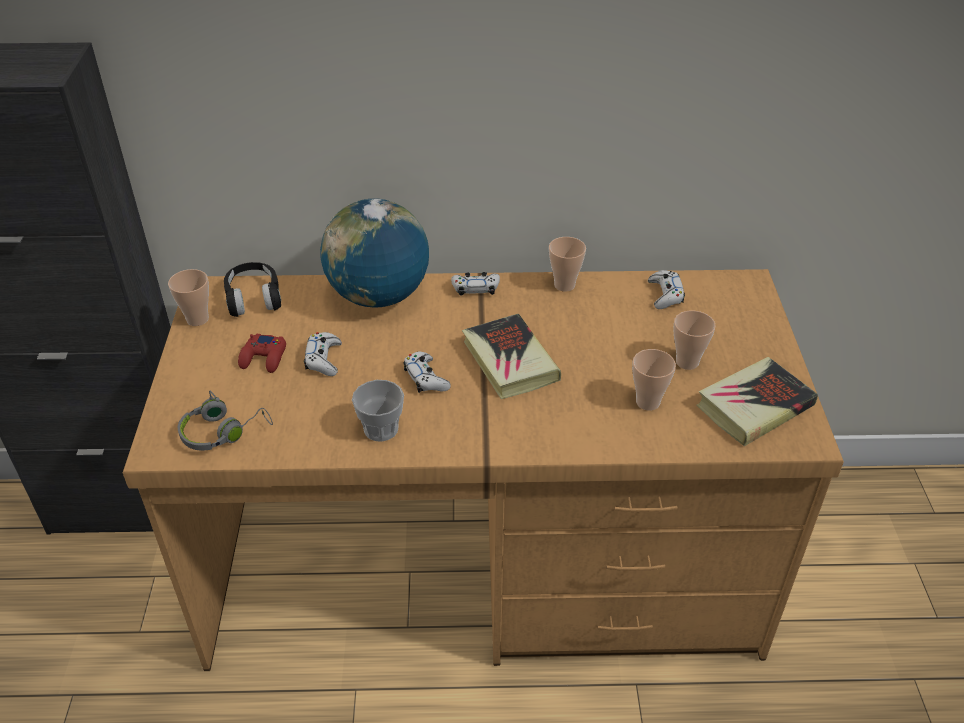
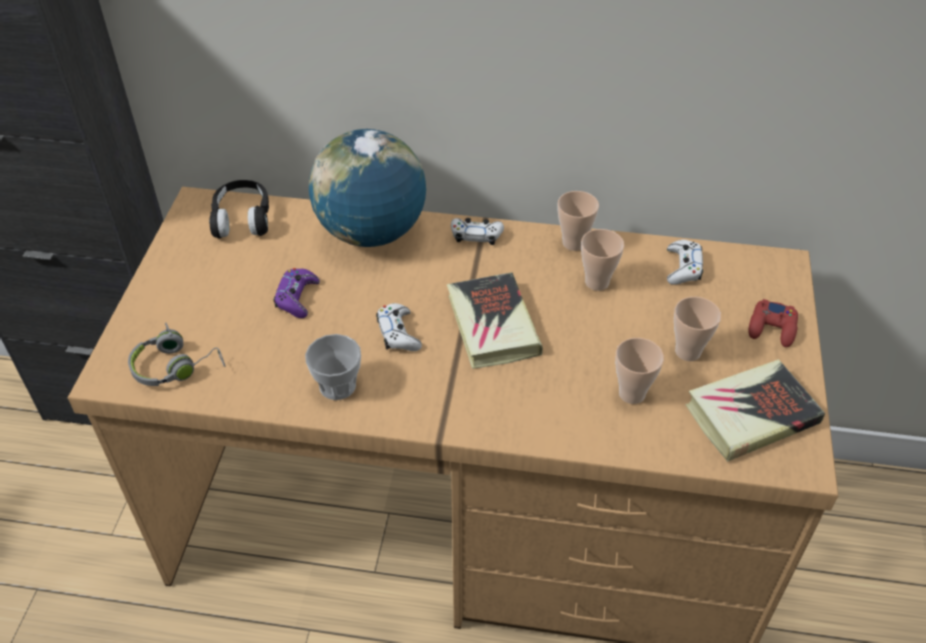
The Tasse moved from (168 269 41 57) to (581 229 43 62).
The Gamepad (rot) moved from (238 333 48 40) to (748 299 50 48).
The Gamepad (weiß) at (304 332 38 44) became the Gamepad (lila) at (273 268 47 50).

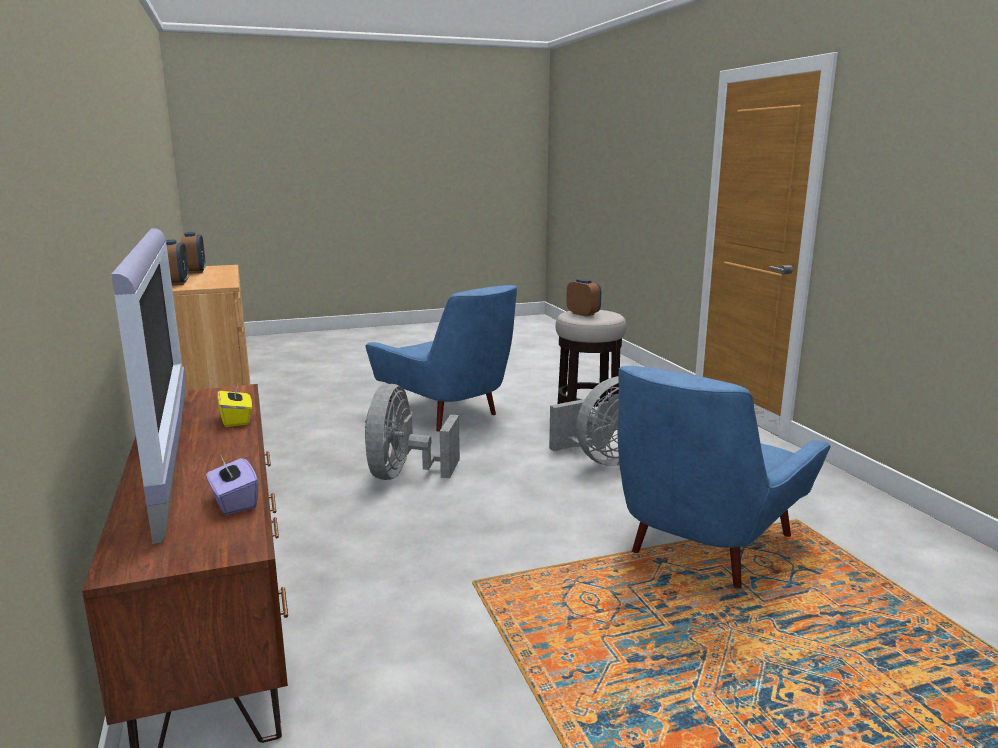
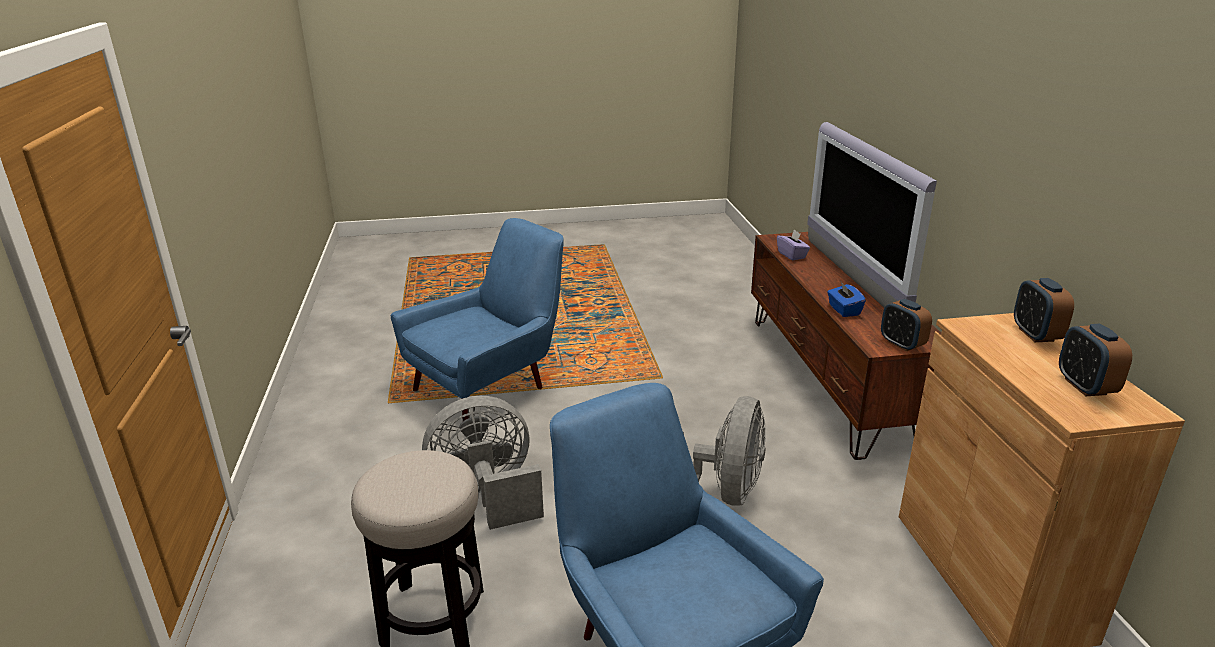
The Taschentuchbox (gelb) at (217 381 35 46) became the Taschentuchbox (blau) at (827 282 39 35).
The Wecker moved from (566 279 35 37) to (881 299 51 52).

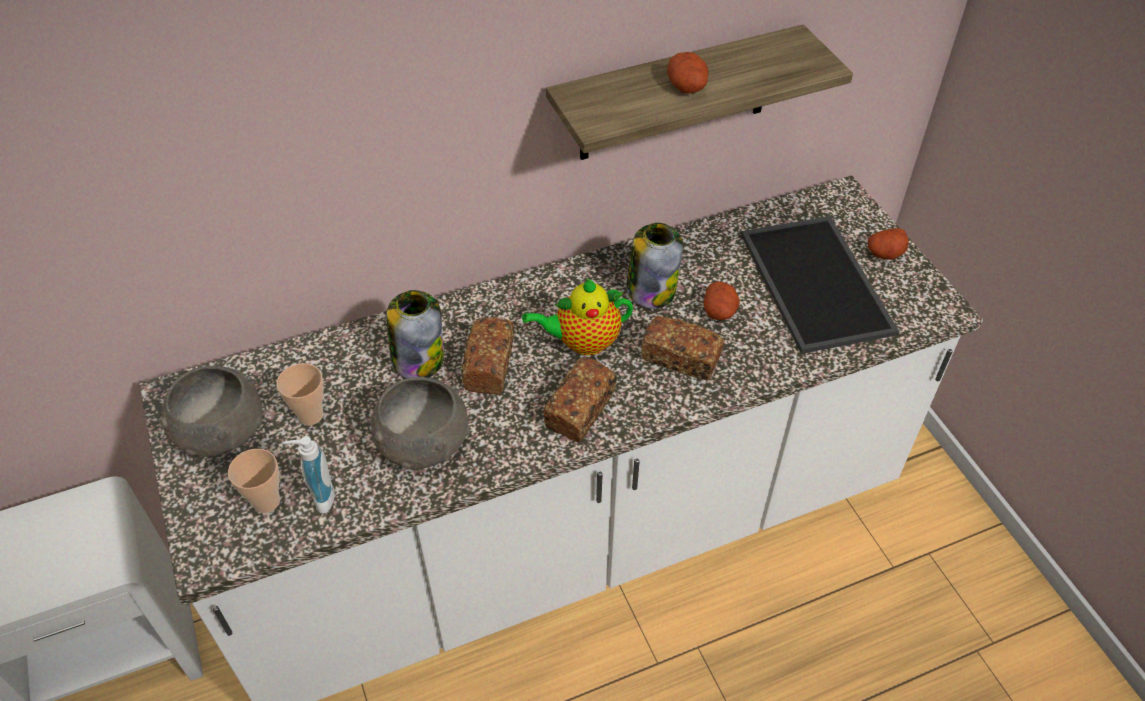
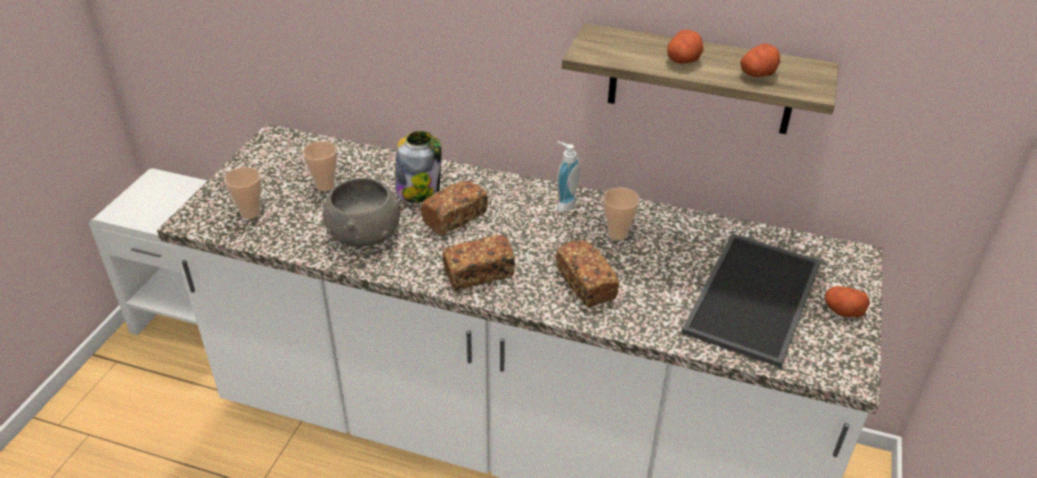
The Schüssel (grau) at (160 366 103 91) disappeared.
The Seifenspender moved from (283 436 52 78) to (557 141 23 72).
The Teekanne at (522 279 111 76) disappeared.
The Vorratsglas at (626 223 57 85) was replaced by the Tasse at (603 188 37 52).
The Kartoffel moved from (704 281 35 39) to (740 43 40 34).

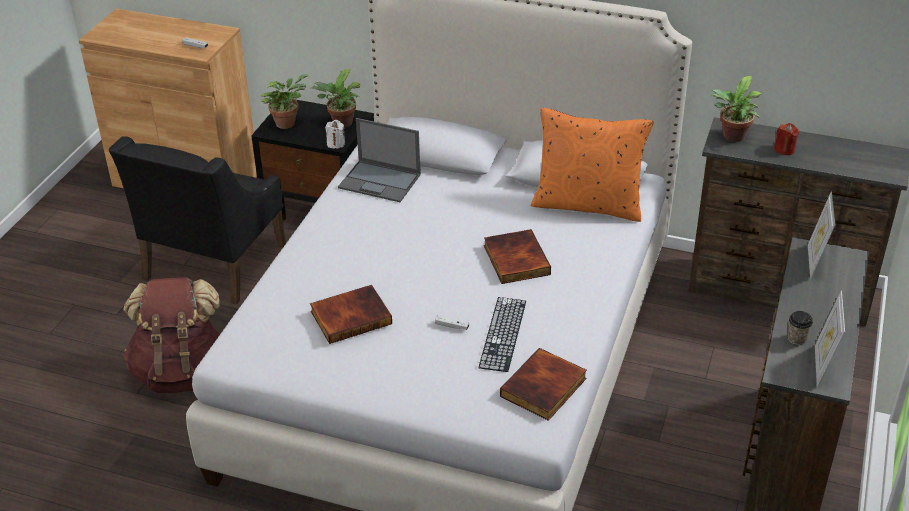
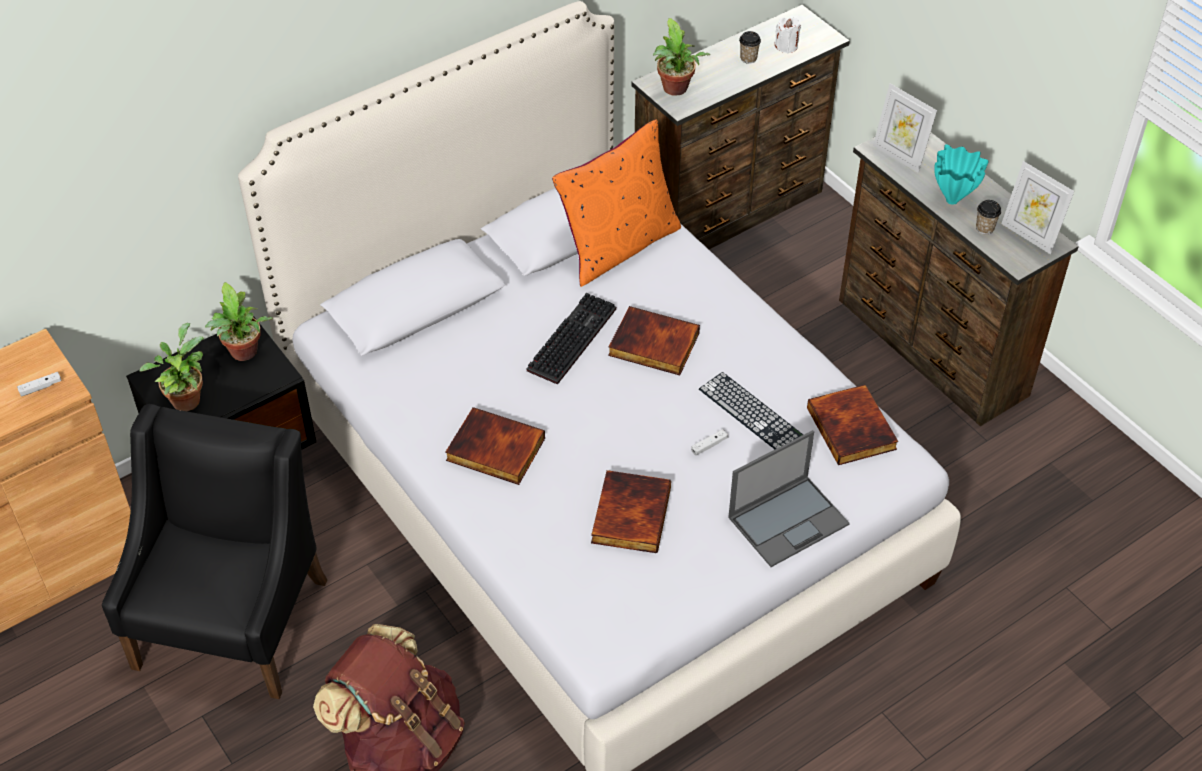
The Sessel (schwarz) at (109 136 177 169) turned 135 degrees counterclockwise.
The Kerze (weiß) moved from (325 120 20 29) to (774 18 27 35).
The Laptop moved from (338 118 83 84) to (728 430 122 137).
The Kerze (rot) at (774 123 25 32) disappeared.
The Buch at (445 407 100 78) appeared.
The Tastatur at (527 292 89 93) appeared.
The Tasse at (739 31 22 33) appeared.
The Vase (türkis) at (934 144 55 61) appeared.

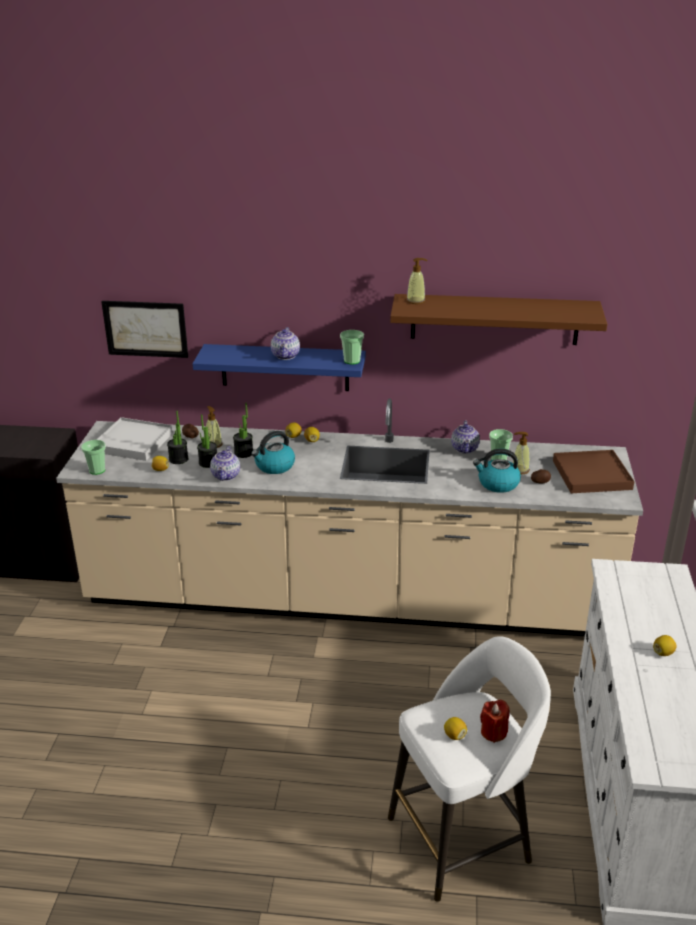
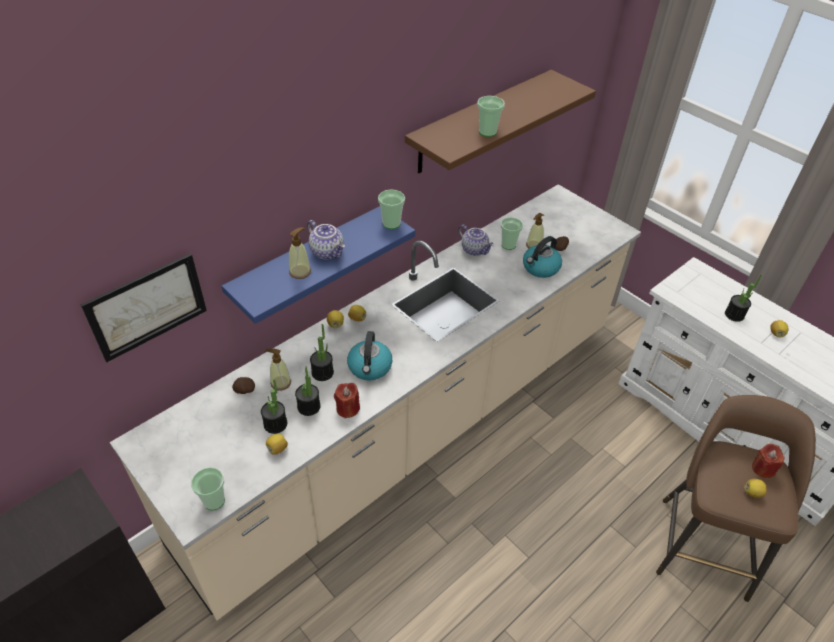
The Tablett (weiß) at (97 417 76 44) disappeared.
The Teekanne at (210 446 30 35) was replaced by the Kerze (rot) at (334 383 26 36).
The Hocker (weiß) at (388 636 163 266) became the Hocker (braun) at (656 395 160 207).
The Seifenspender moved from (407 258 20 46) to (289 227 22 52).
The Tablett (braun) at (553 450 82 43) disappeared.
The Tasse at (477 96 28 41) appeared.
The Topfpflanze at (725 274 37 48) appeared.

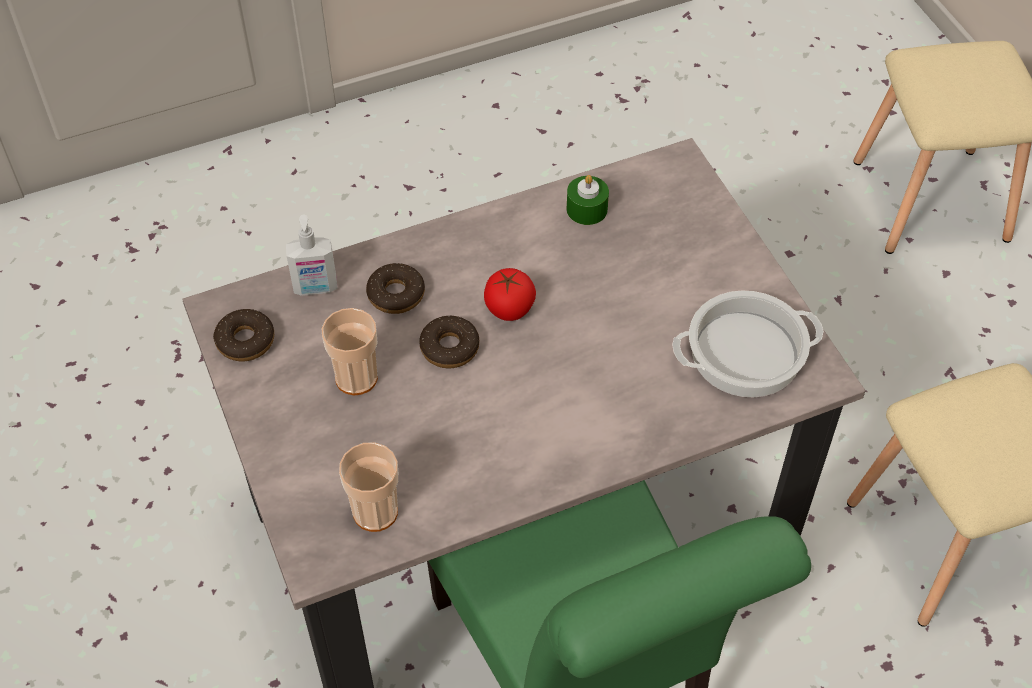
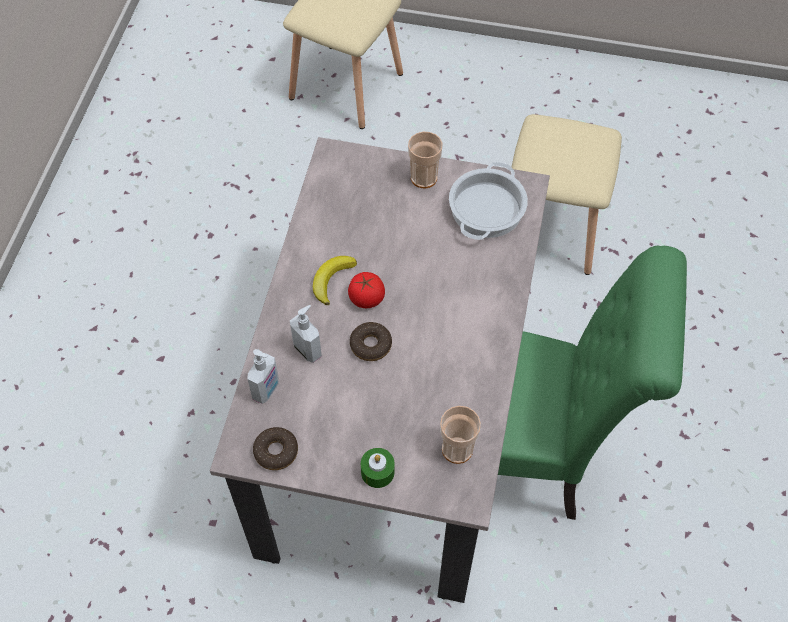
The Tasse moved from (321 308 57 87) to (408 131 35 58).
The Donut at (366 263 59 51) was replaced by the Seifenspender at (290 305 32 58).
The Kerze (grün) moved from (567 175 42 50) to (361 448 34 40).
The Banane at (313 256 44 49) appeared.

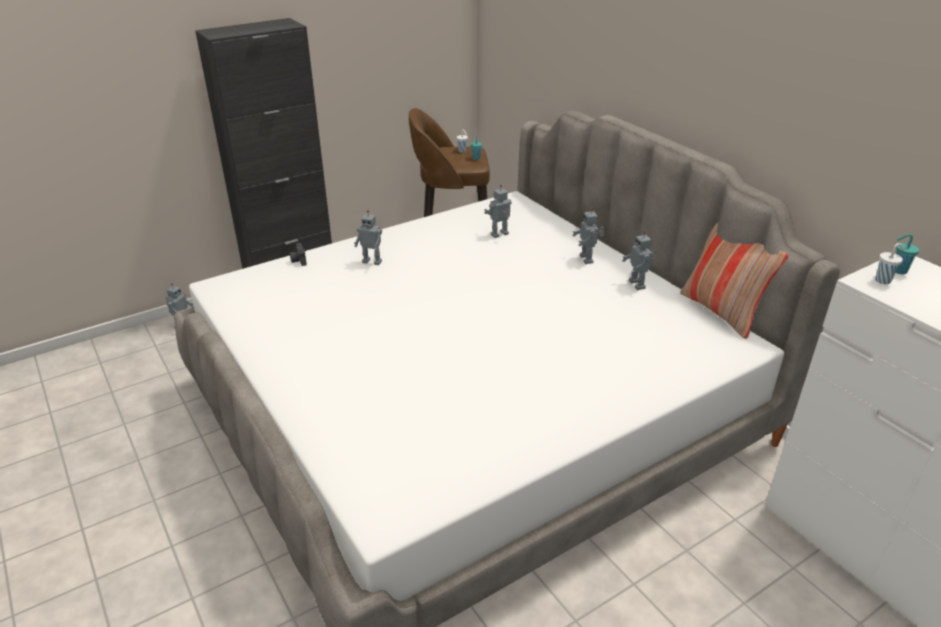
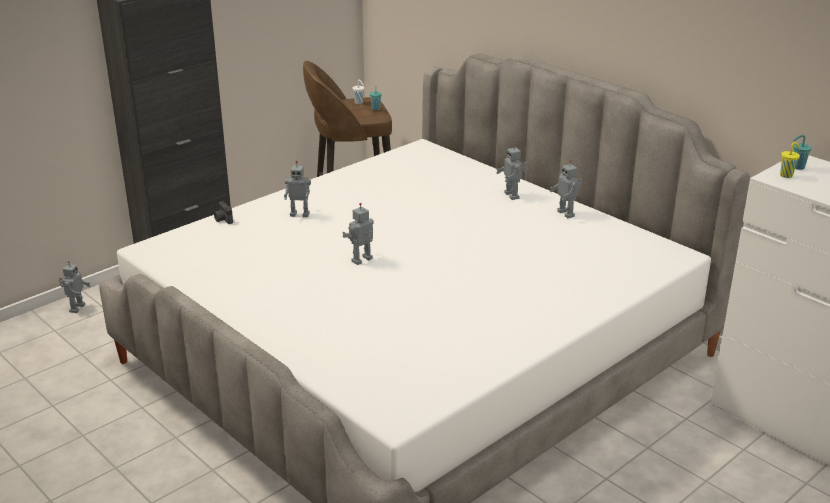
The Spielzeugroboter moved from (484 185 28 53) to (342 203 32 62).
The Kissen at (680 223 109 116) disappeared.
The Tasse (weiß) at (875 243 30 41) became the Tasse (gelb) at (780 142 20 36).

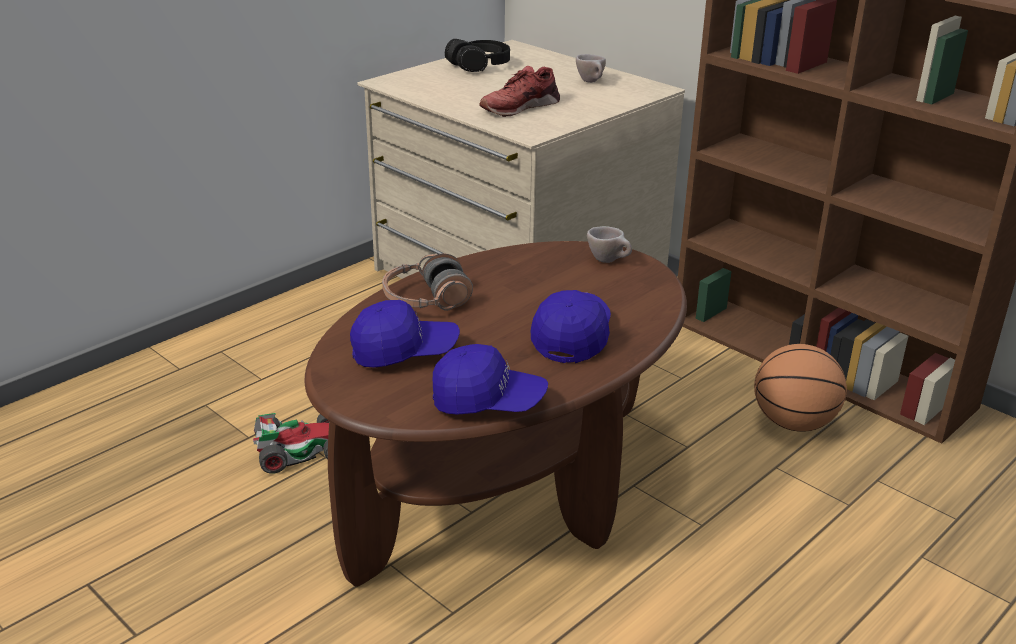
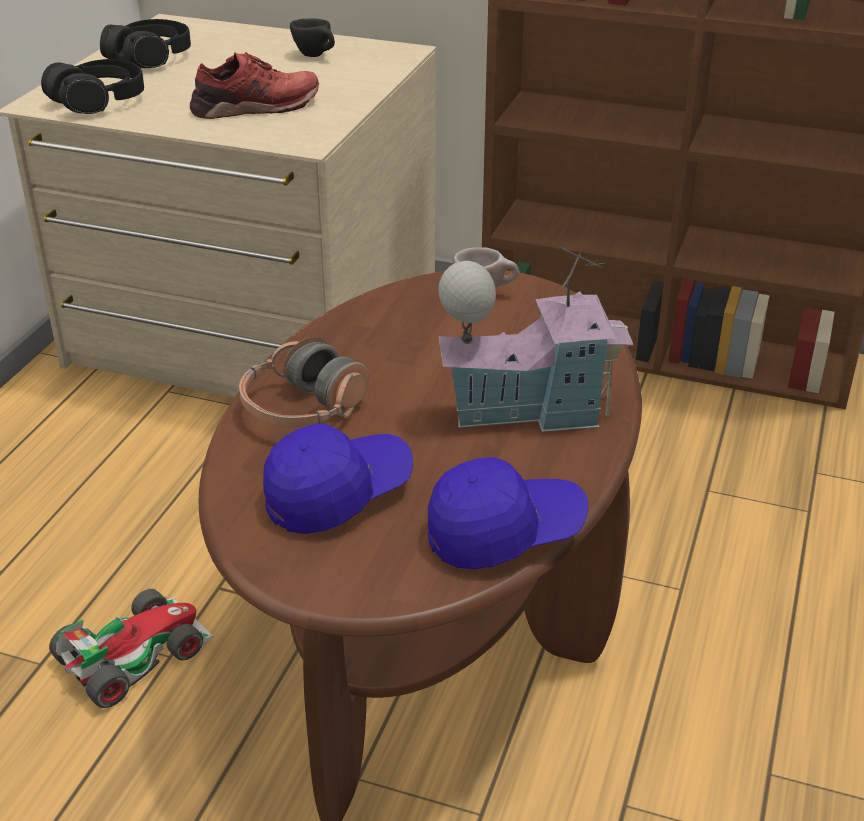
The Schuh (rot) at (479 66 81 51) turned 135 degrees counterclockwise.
The Kappe (blau) at (531 290 80 73) was replaced by the Spielzeughaus at (438 247 195 185).
The Tasse (beige) at (576 54 30 29) became the Tasse (schwarz) at (290 18 45 39).
The Basketball at (754 344 93 88) disappeared.
The Kopfhörer (schwarz) at (41 59 103 55) appeared.

